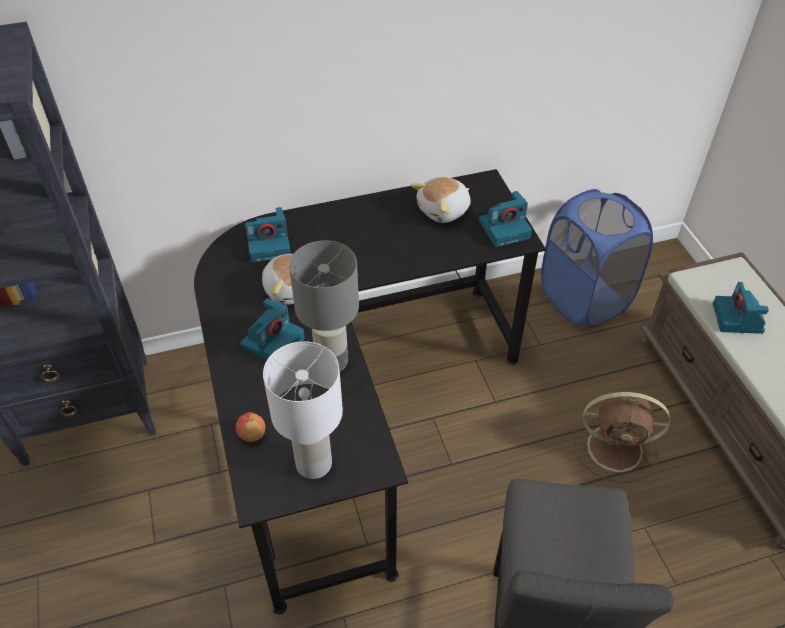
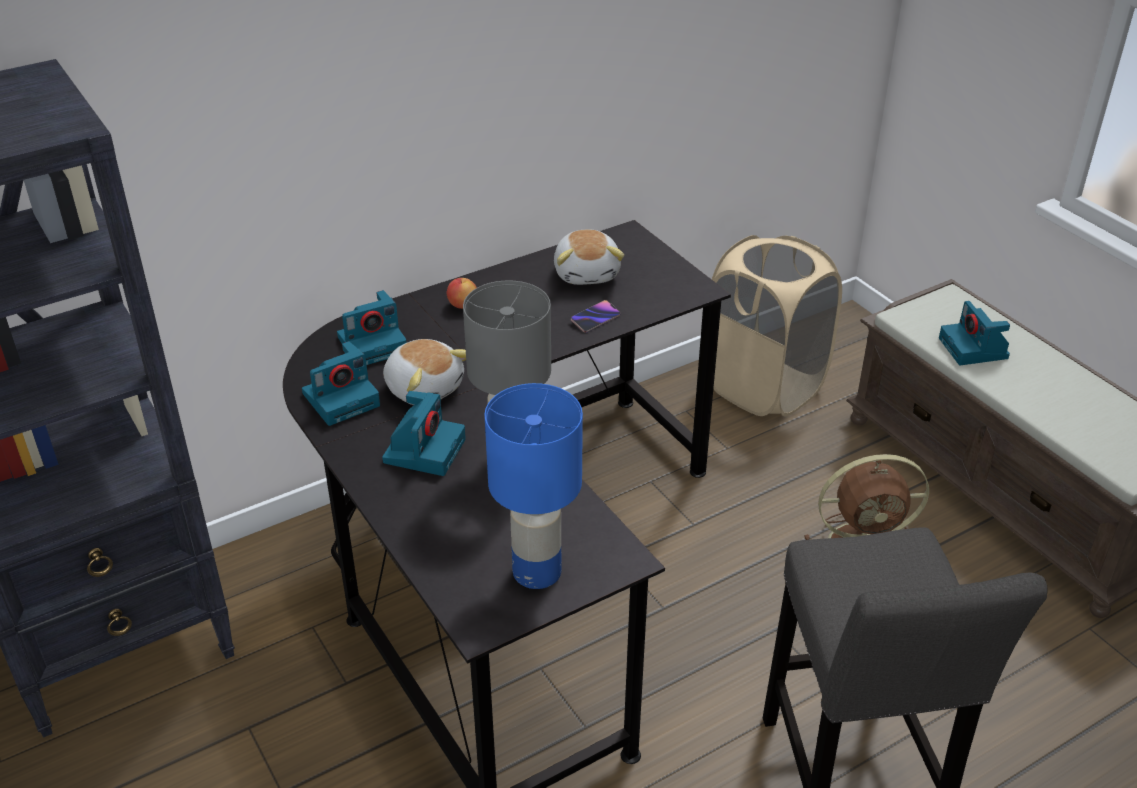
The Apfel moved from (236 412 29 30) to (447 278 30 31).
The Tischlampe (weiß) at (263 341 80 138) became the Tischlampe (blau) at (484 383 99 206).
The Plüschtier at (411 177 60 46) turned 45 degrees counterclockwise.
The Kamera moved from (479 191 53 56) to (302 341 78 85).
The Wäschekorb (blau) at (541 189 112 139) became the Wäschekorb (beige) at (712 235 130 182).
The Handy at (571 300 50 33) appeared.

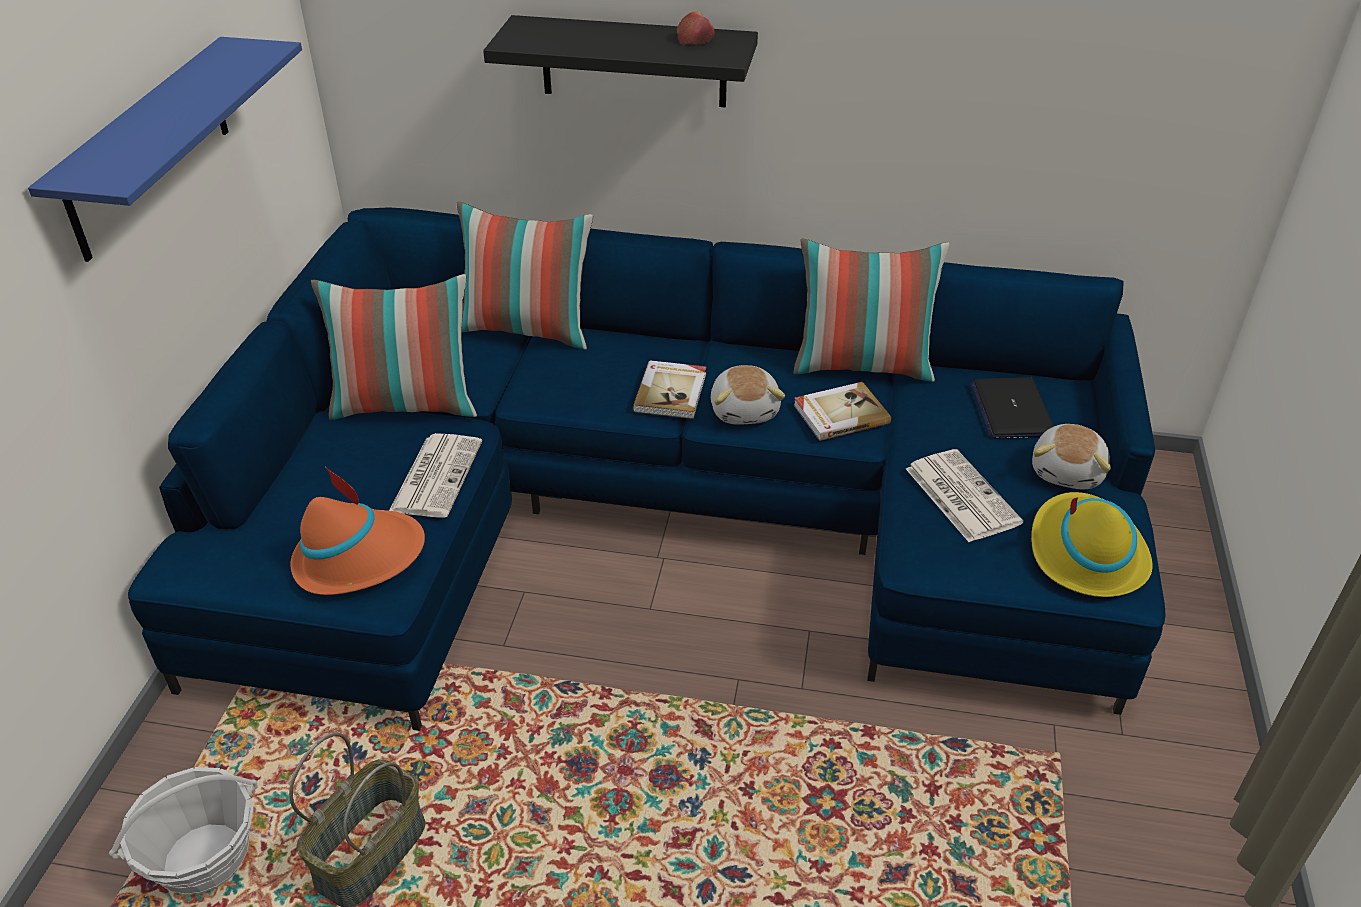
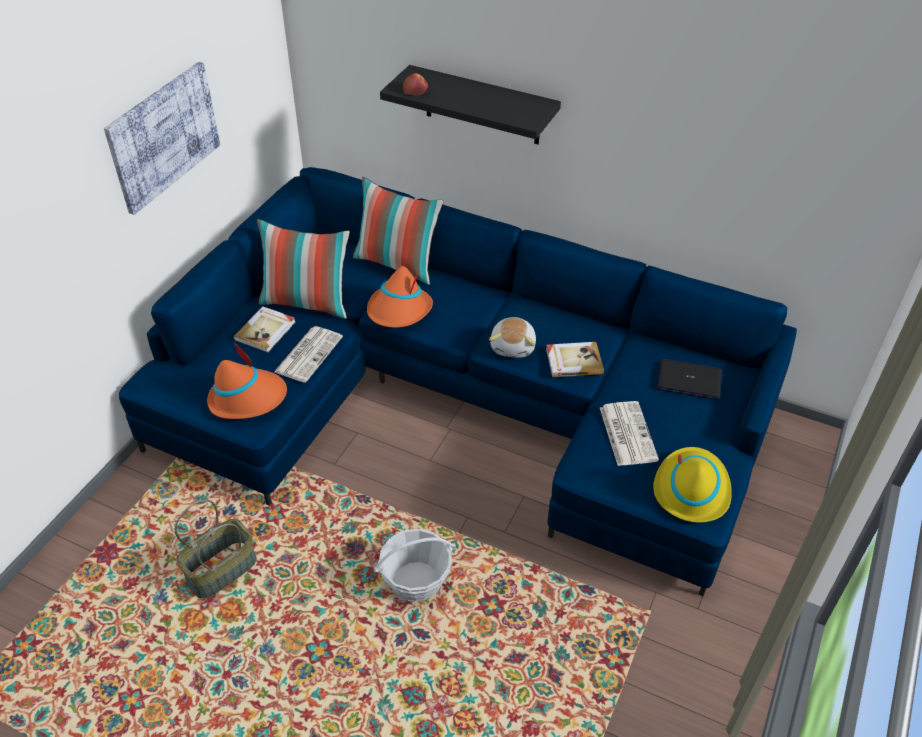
The Wandregal (blau) at (28 37 274 225) was replaced by the Bild at (104 62 116 153).
The Korb moved from (109 767 149 128) to (374 529 81 73).
The Buch moved from (633 360 73 59) to (233 306 62 47).
The Apfel moved from (677 12 38 33) to (403 73 25 23).
The Kissen at (794 239 156 143) disappeared.
The Laptop at (970 377 84 61) turned 90 degrees clockwise.
The Plüschtier at (1032 424 79 65) disappeared.
The Hut (orange) at (367 266 66 62) appeared.

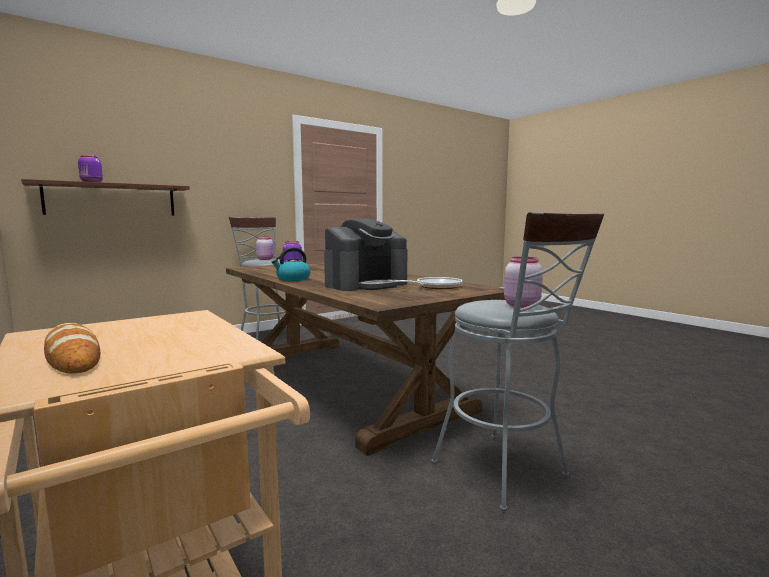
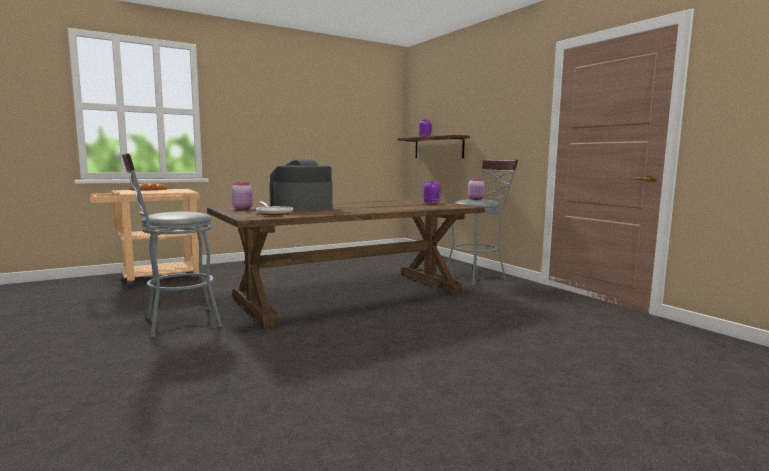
The Wasserkessel at (272 247 38 34) disappeared.
The Kaffeemaschine at (324 219 83 72) turned 90 degrees clockwise.
The Vorratsglas (rosa) moved from (504 257 39 51) to (232 182 21 27).

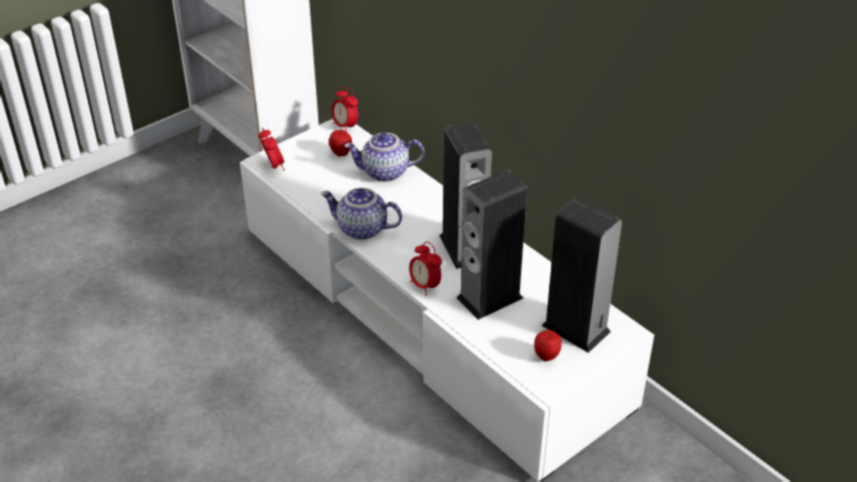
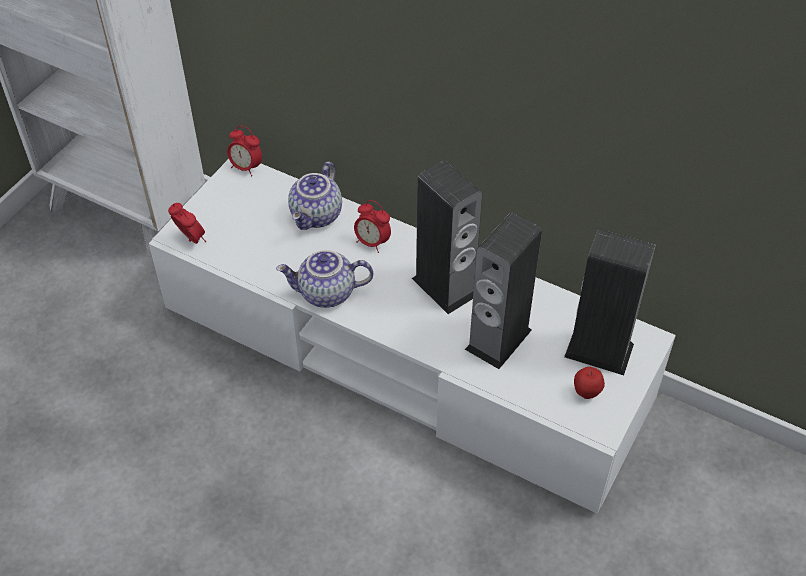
The Apfel at (328 128 24 29) disappeared.
The Teekanne at (344 133 81 49) turned 45 degrees counterclockwise.
The Wecker moved from (409 242 33 54) to (354 200 37 53).

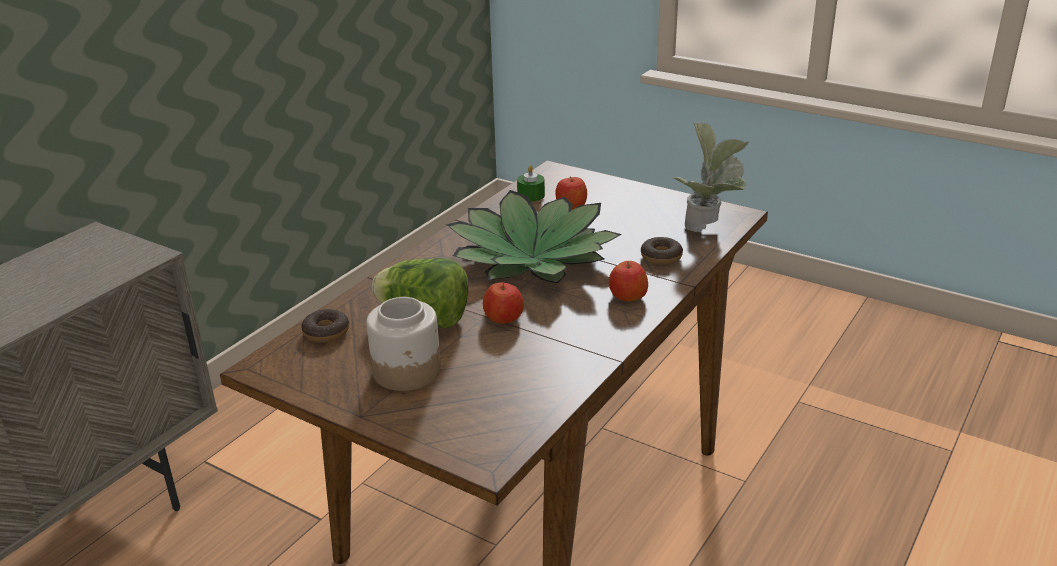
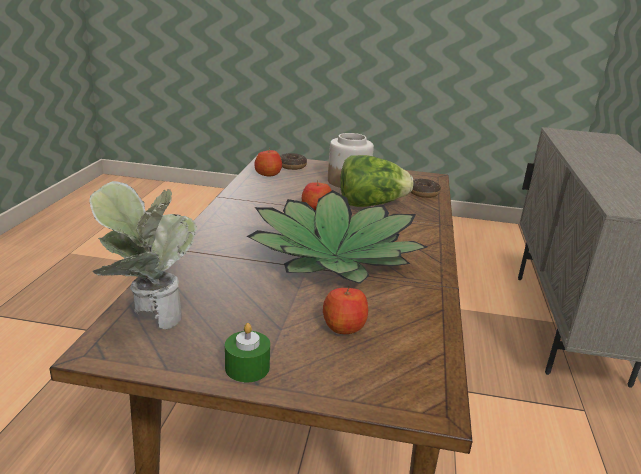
The Kerze (grün) moved from (517 165 28 37) to (225 323 45 59).
The Apfel moved from (609 261 39 40) to (254 148 28 28).
The Donut moved from (641 237 42 28) to (280 153 27 17).

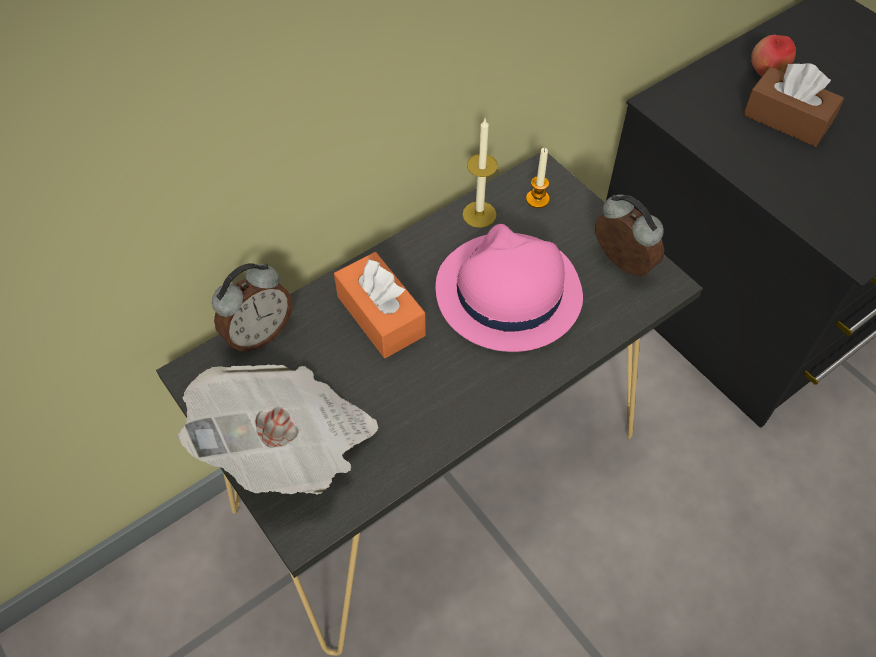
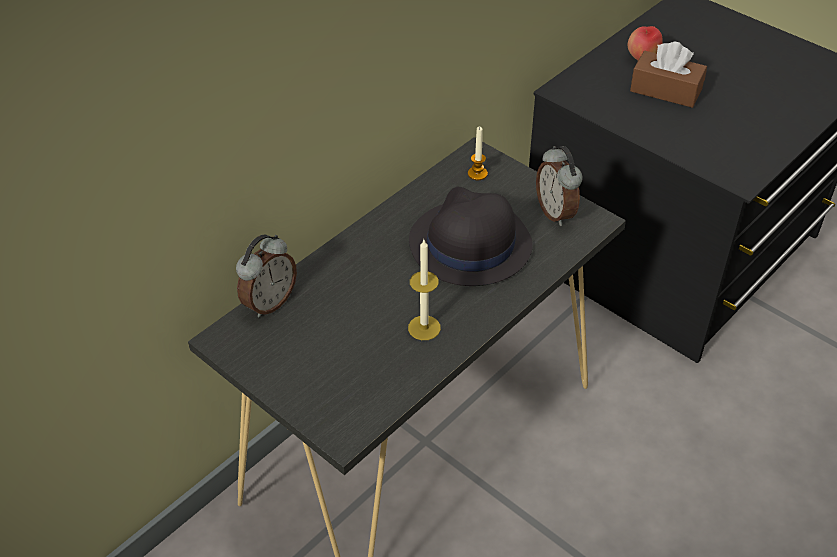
The Zeitung at (177 365 201 130) disappeared.
The Taschentuchbox (orange) at (334 252 92 106) disappeared.
The Hut (rosa) at (435 224 148 128) became the Hut (schwarz) at (409 187 124 99).
The Kerze moved from (462 119 36 109) to (408 240 33 100).
The Wecker at (595 194 69 82) turned 150 degrees counterclockwise.

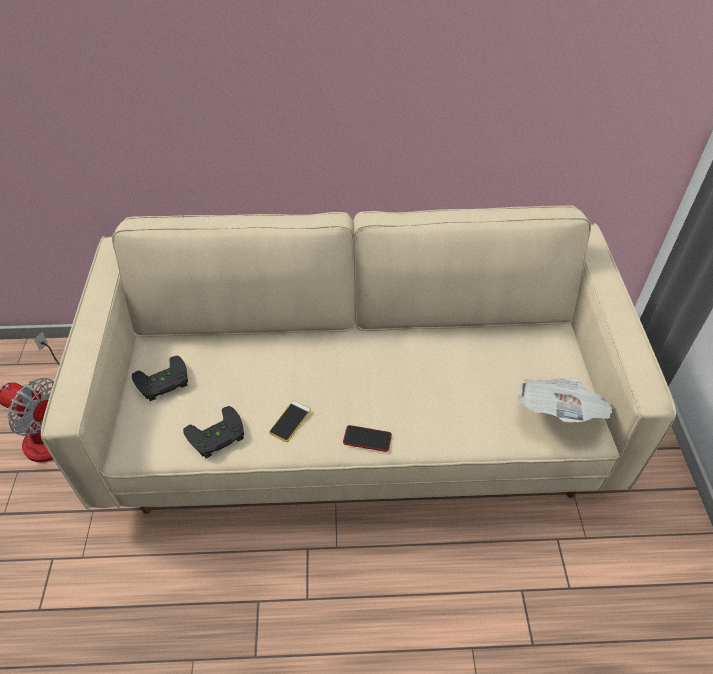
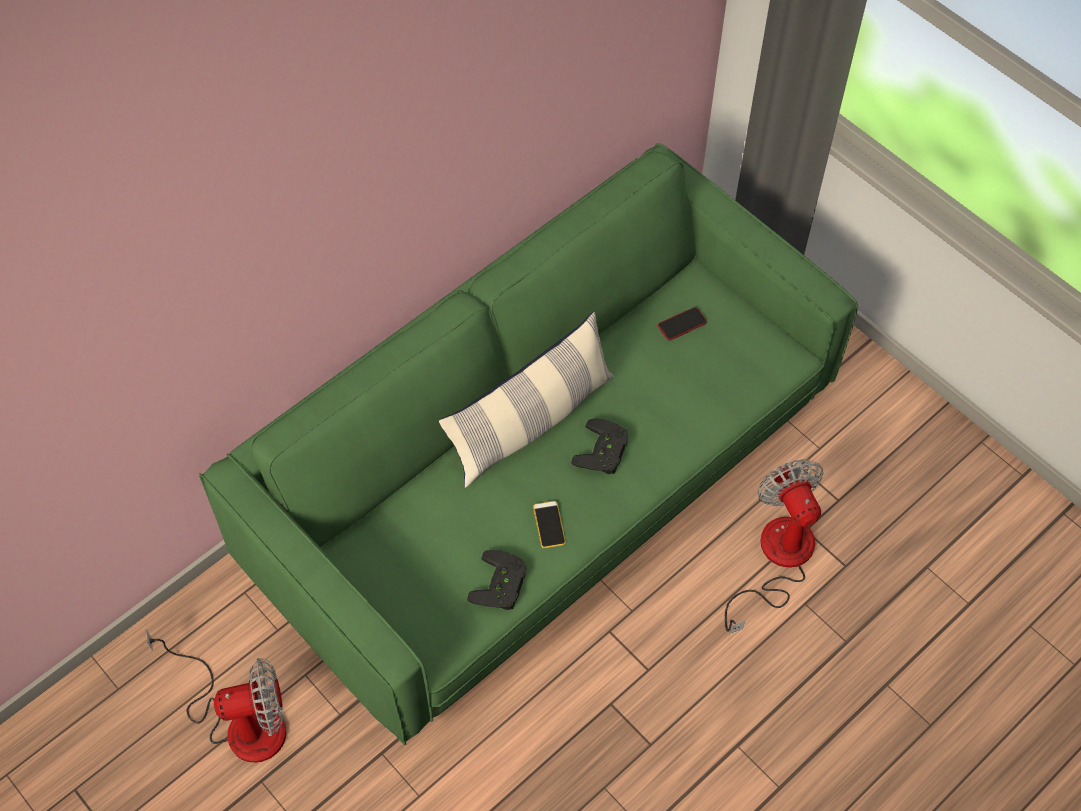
The Sofa (beige) at (41 205 635 309) became the Sofa (grün) at (199 143 659 602).
The Gamepad (schwarz) moved from (132 356 56 45) to (571 418 57 56).
The Handy moved from (343 425 49 27) to (658 307 49 33).
The Zeitung at (518 377 95 45) disappeared.
The Kissen at (439 312 175 176) appeared.
The Ventilator at (725 459 99 175) appeared.

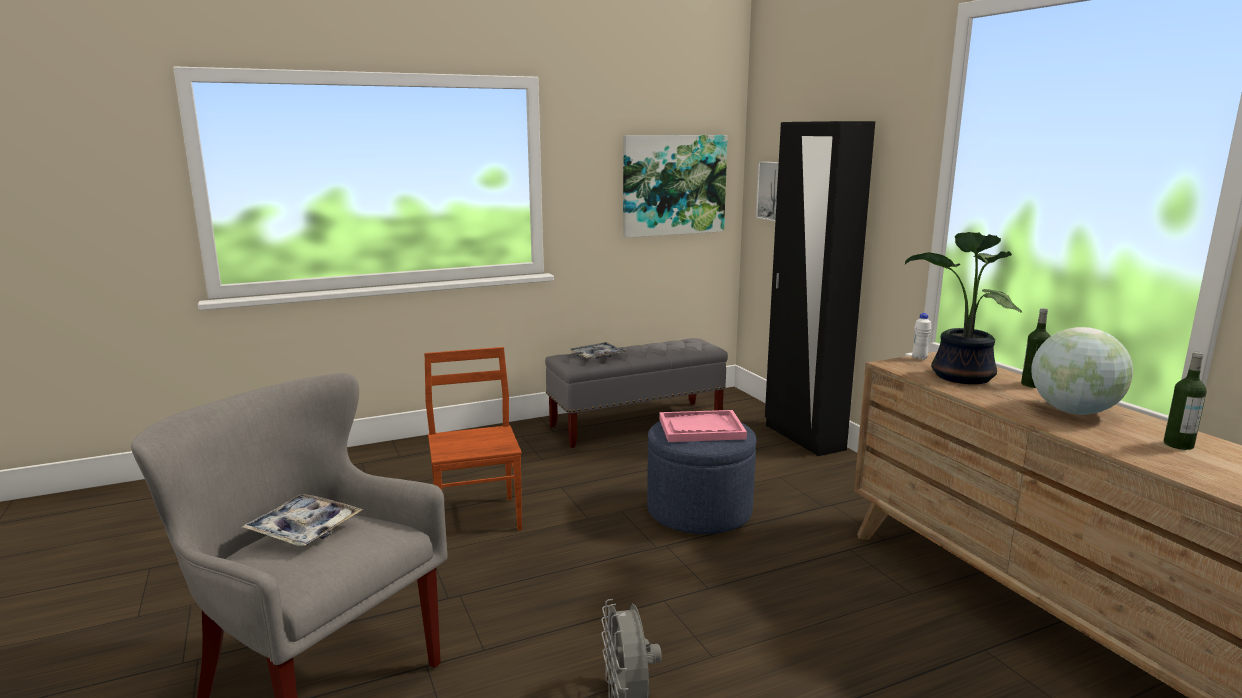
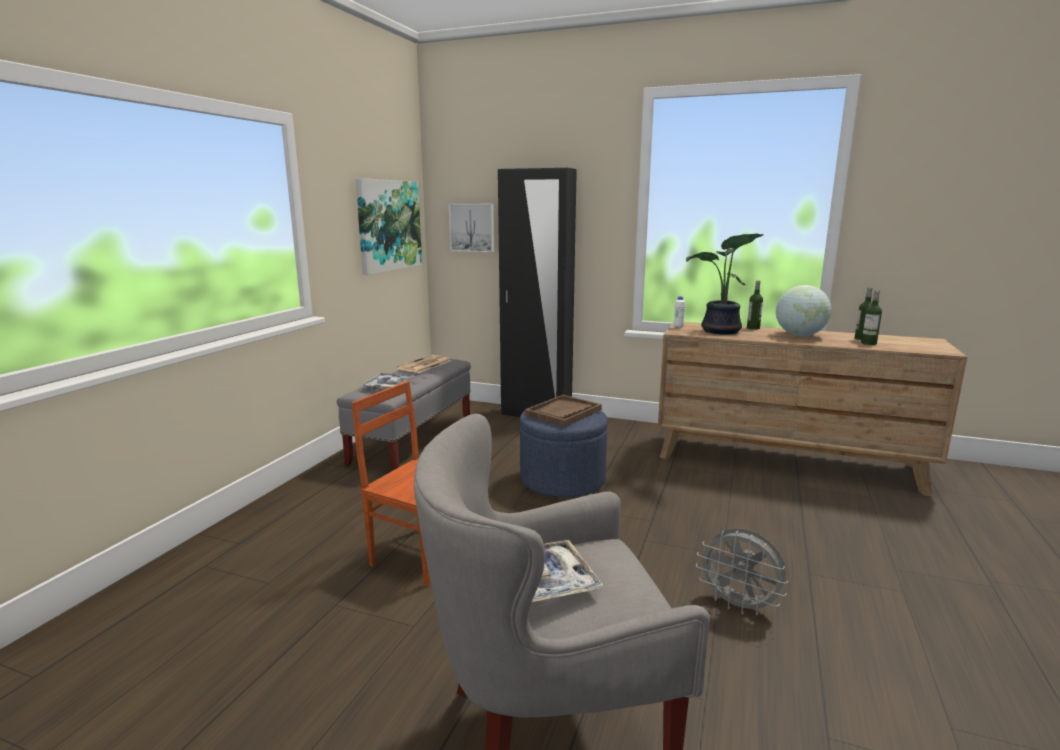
The Tablett (rosa) at (659 410 88 32) became the Tablett (braun) at (525 395 77 32).
The Zeitung at (397 355 54 18) appeared.
The Flasche at (861 290 21 55) appeared.

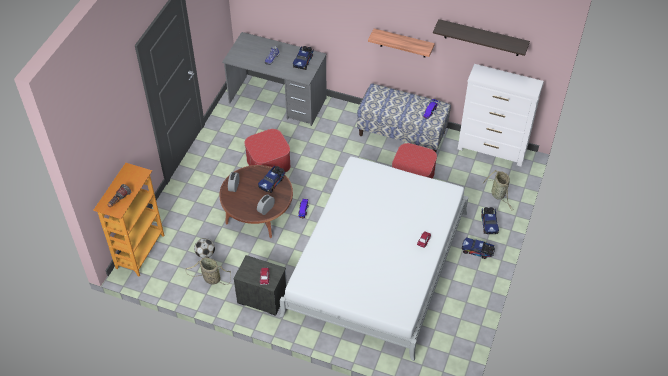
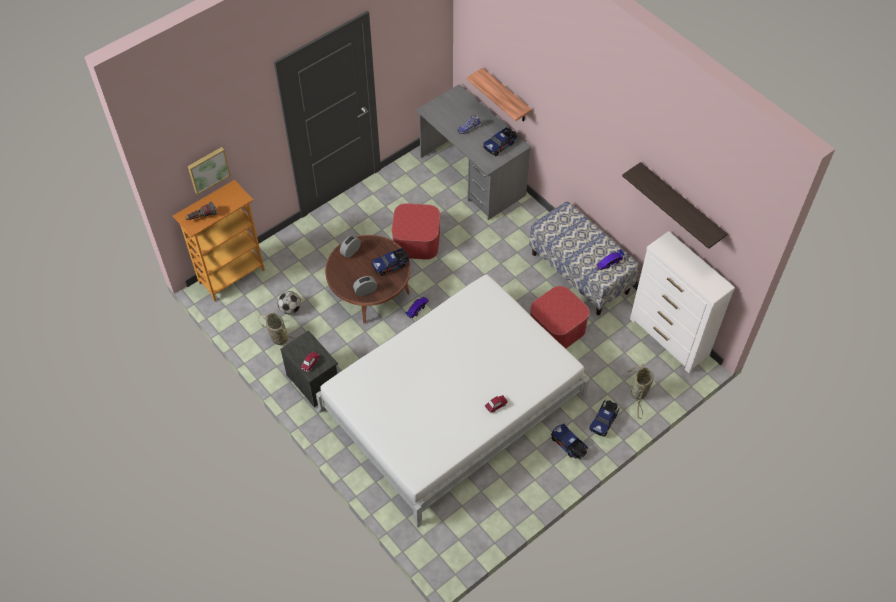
The Wandregal moved from (368 28 67 30) to (467 68 65 54).
The Bild at (188 147 43 48) appeared.

